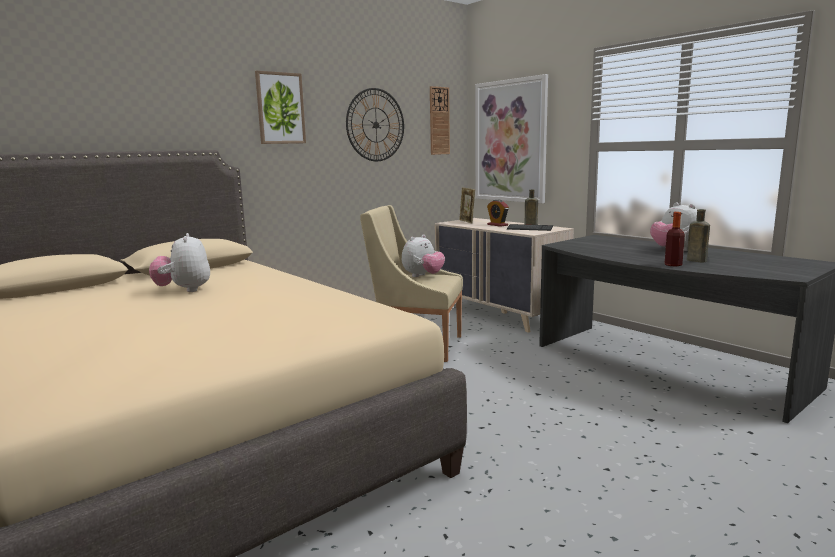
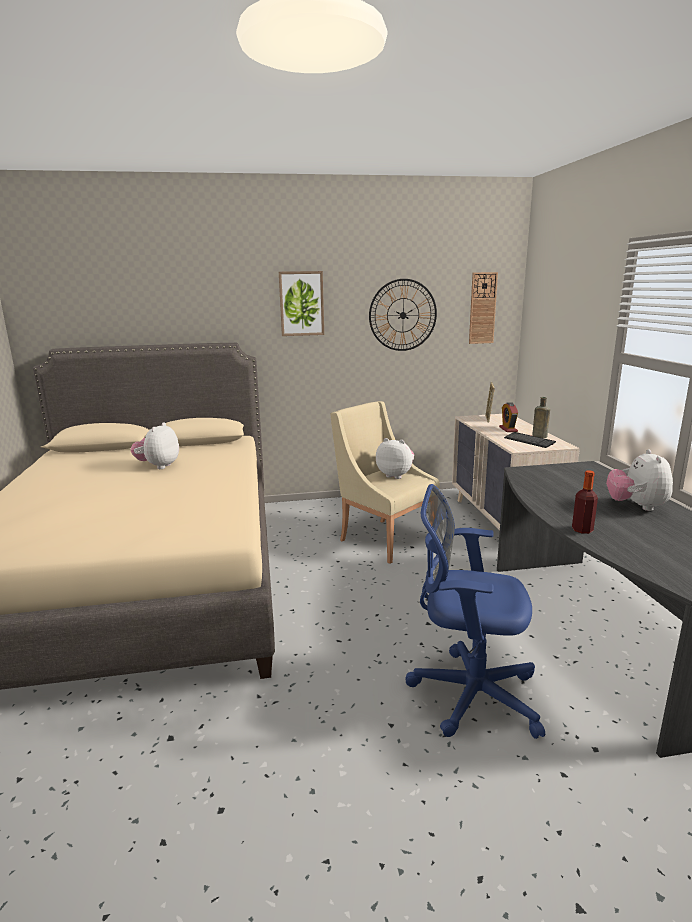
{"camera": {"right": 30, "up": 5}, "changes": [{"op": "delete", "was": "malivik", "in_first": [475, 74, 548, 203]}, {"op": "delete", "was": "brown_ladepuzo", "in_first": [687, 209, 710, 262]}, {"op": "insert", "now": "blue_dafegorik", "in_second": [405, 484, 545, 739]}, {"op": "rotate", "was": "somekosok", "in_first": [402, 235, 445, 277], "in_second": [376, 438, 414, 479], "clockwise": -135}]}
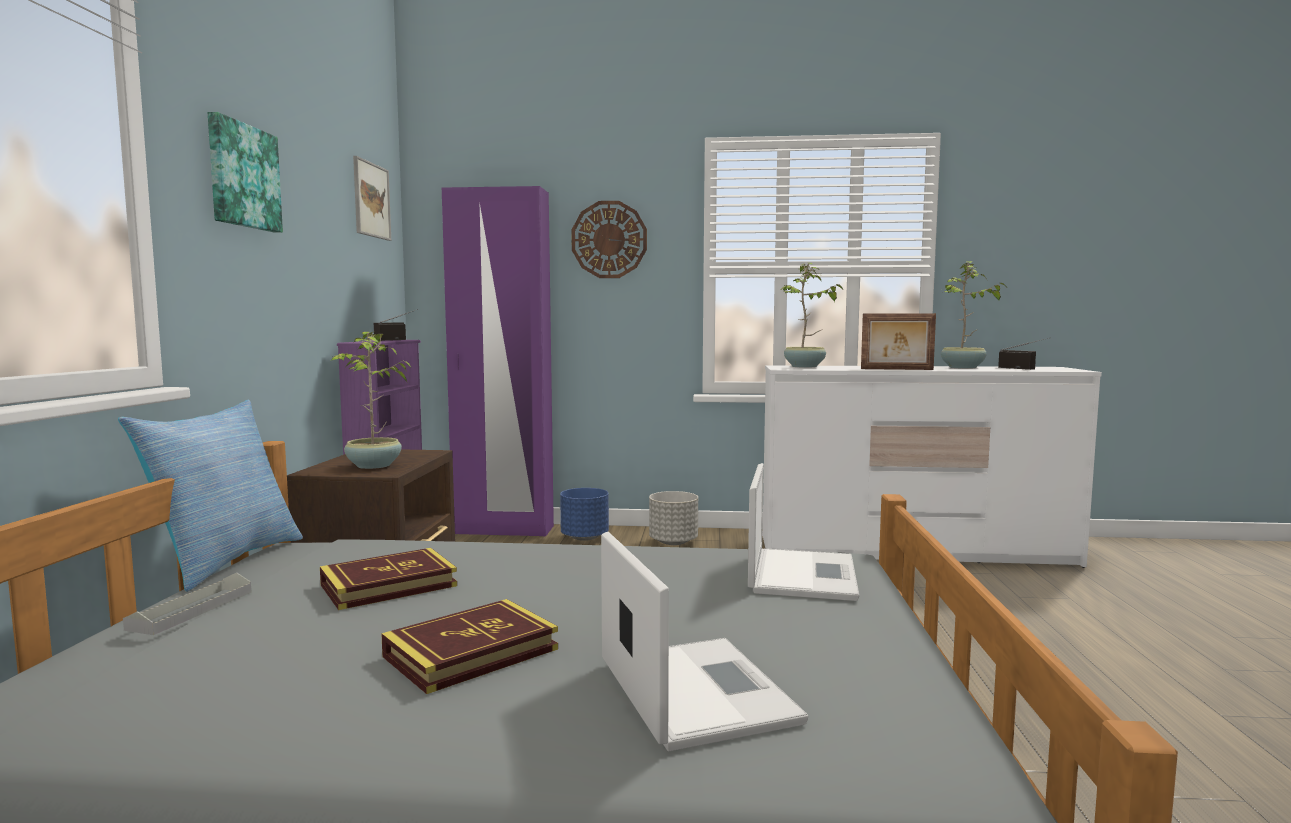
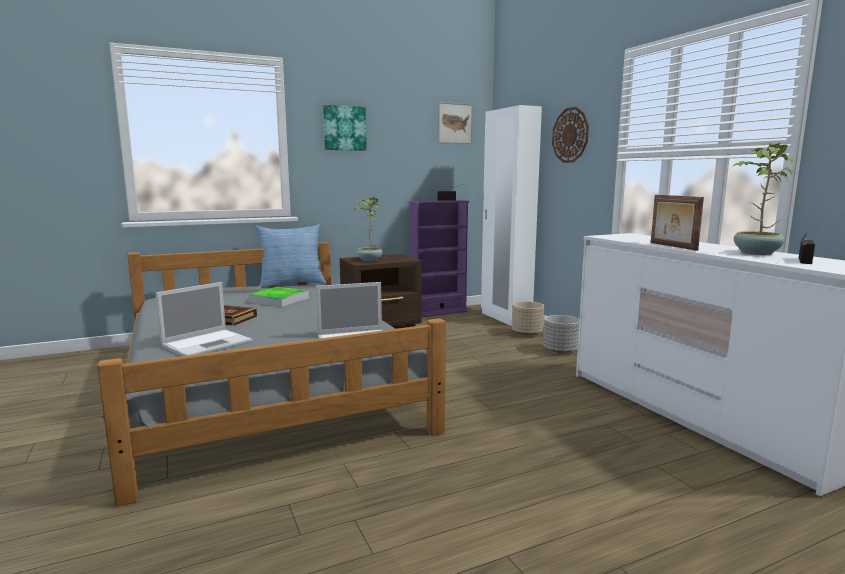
{"camera": {"right": 60, "up": 5}, "changes": [{"op": "delete", "was": "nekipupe", "in_first": [780, 263, 843, 368]}, {"op": "replace", "was": "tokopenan", "now": "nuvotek", "in_first": [320, 548, 457, 610], "in_second": [248, 287, 309, 307]}, {"op": "recolor", "was": "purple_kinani", "now": "white_kinani", "in_first": [442, 186, 554, 537], "in_second": [481, 105, 542, 326]}, {"op": "recolor", "was": "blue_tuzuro", "now": "beige_tuzuro", "in_first": [560, 488, 609, 541], "in_second": [512, 301, 544, 335]}]}
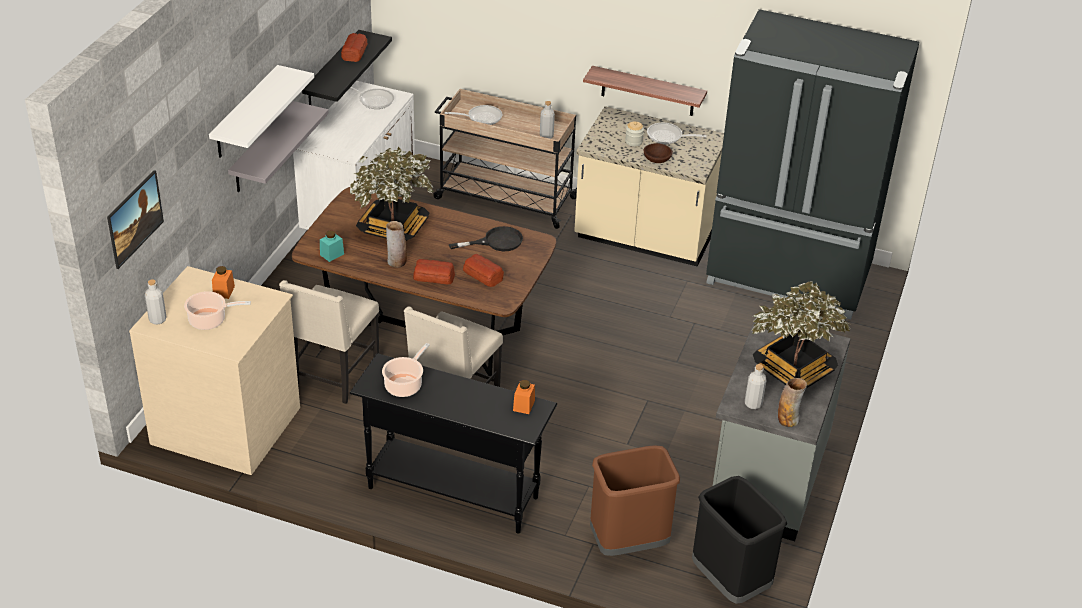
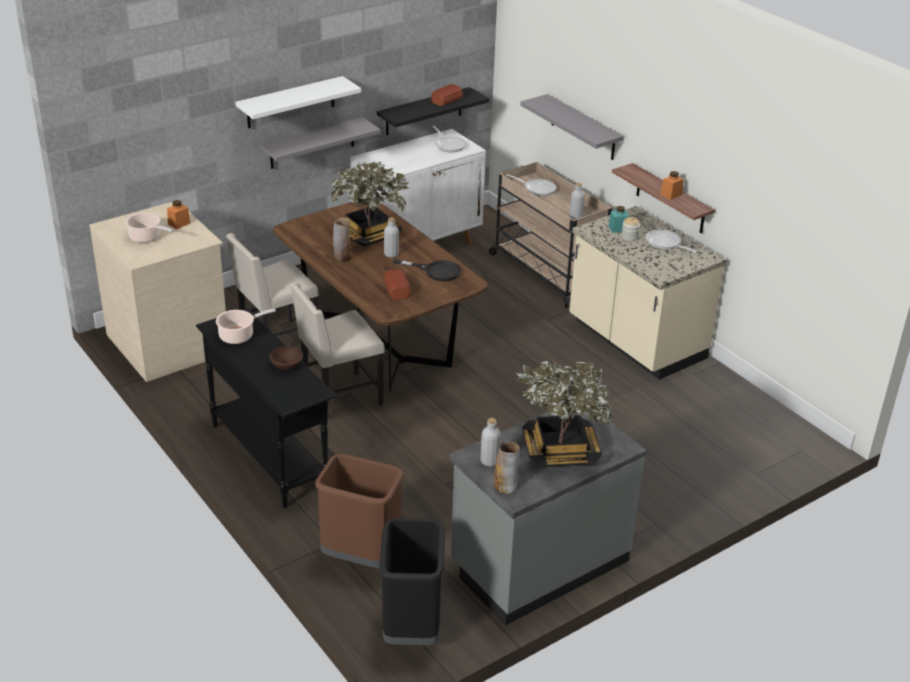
{"camera": {"right": 35, "up": -5}, "changes": [{"op": "delete", "was": "malivik", "in_first": [107, 170, 164, 269]}, {"op": "delete", "was": "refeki", "in_first": [413, 259, 455, 284]}, {"op": "delete", "was": "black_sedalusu", "in_first": [706, 9, 919, 319]}, {"op": "insert", "now": "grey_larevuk", "in_second": [520, 94, 624, 160]}, {"op": "move", "was": "grey_ladepuzo", "in_first": [145, 279, 167, 324], "in_second": [384, 218, 399, 258]}, {"op": "move", "was": "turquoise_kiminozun", "in_first": [320, 230, 344, 262], "in_second": [609, 206, 630, 233]}, {"op": "move", "was": "orange_kiminozun", "in_first": [513, 380, 535, 414], "in_second": [661, 171, 684, 200]}, {"op": "move", "was": "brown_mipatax", "in_first": [643, 143, 673, 163], "in_second": [270, 346, 303, 369]}]}
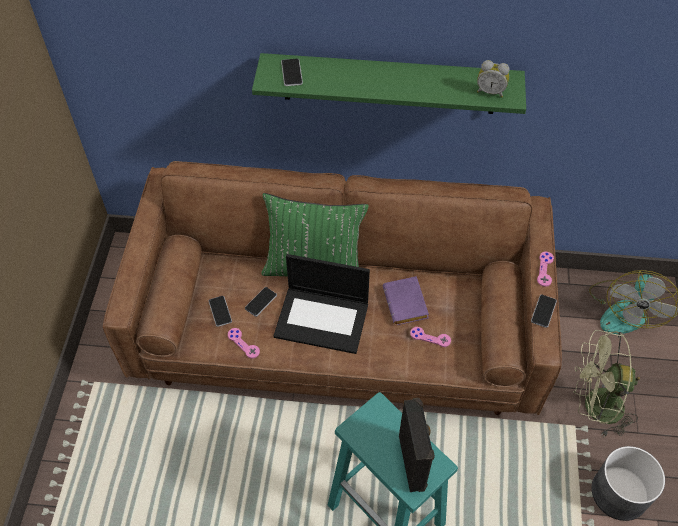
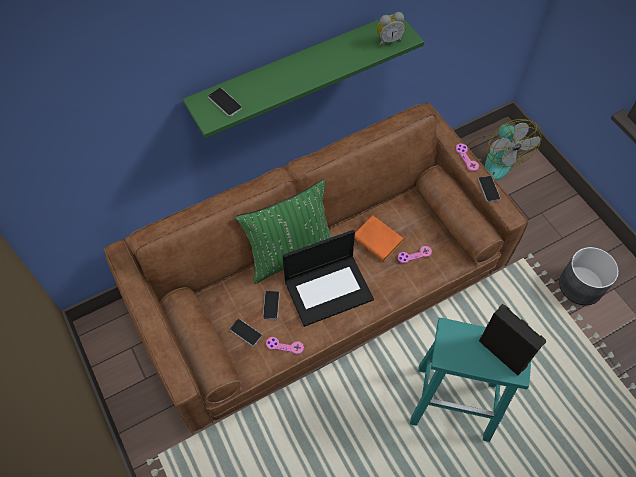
{"camera": {"right": -35, "up": 5}, "changes": [{"op": "delete", "was": "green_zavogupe", "in_first": [573, 330, 640, 436]}, {"op": "recolor", "was": "purple_tokopenan", "now": "orange_tokopenan", "in_first": [383, 276, 429, 325], "in_second": [354, 215, 404, 261]}]}
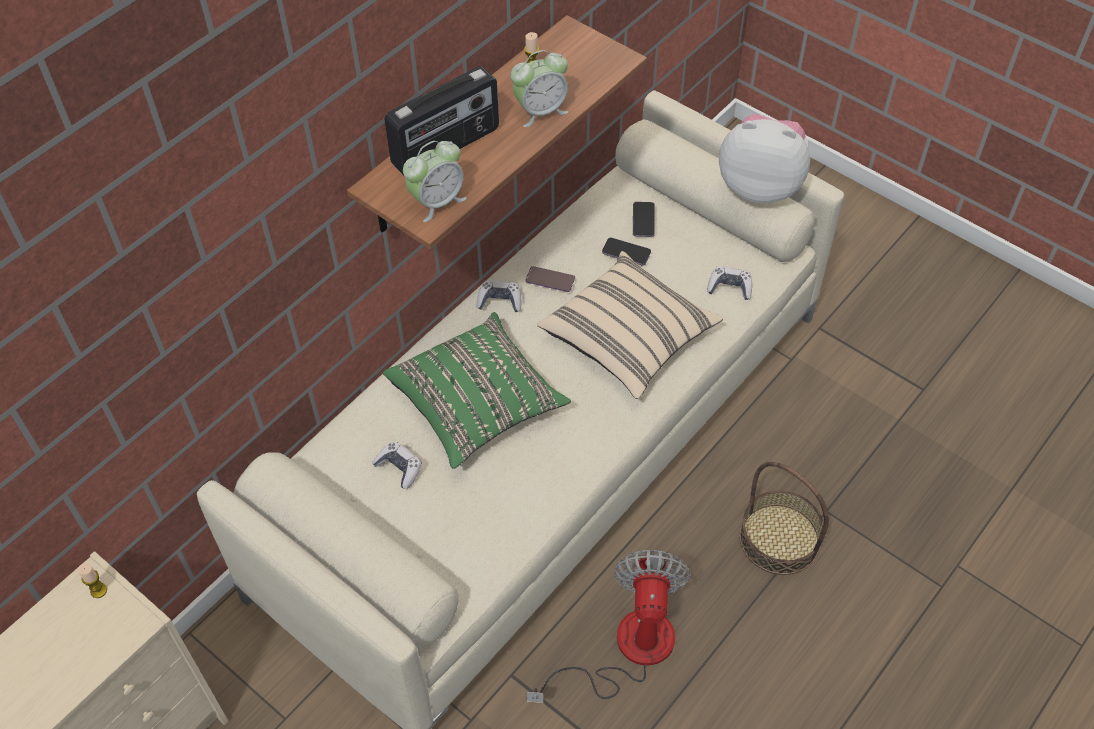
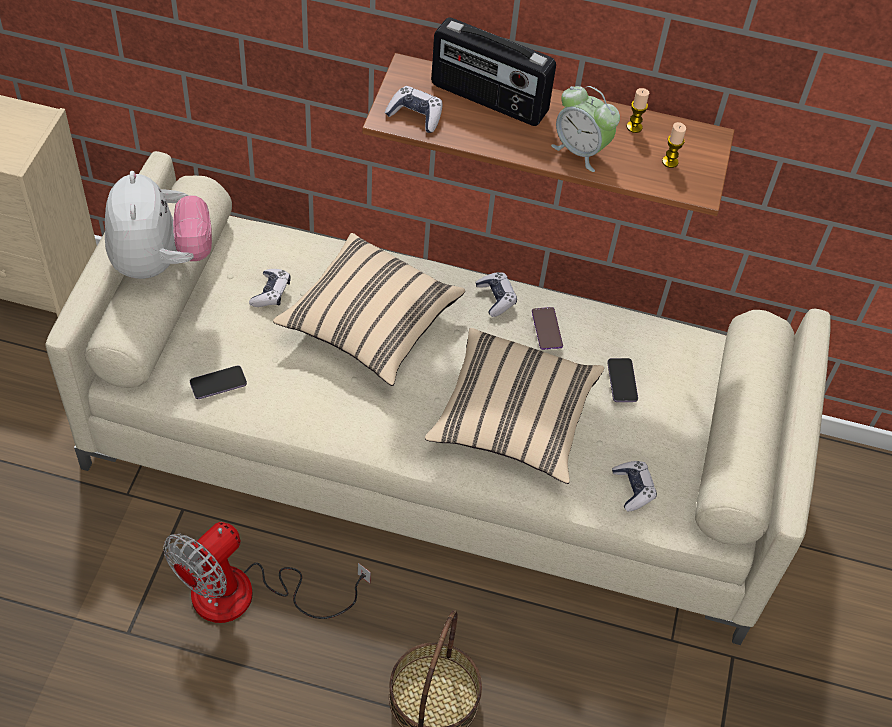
{"camera": {"right": 60, "up": 0}, "changes": [{"op": "move", "was": "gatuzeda", "in_first": [78, 563, 107, 598], "in_second": [662, 122, 686, 168]}, {"op": "move", "was": "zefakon", "in_first": [633, 202, 655, 237], "in_second": [190, 365, 247, 399]}, {"op": "move", "was": "somekosok", "in_first": [719, 114, 810, 203], "in_second": [105, 171, 212, 279]}, {"op": "replace", "was": "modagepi", "now": "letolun", "in_first": [403, 141, 467, 222], "in_second": [384, 86, 443, 133]}, {"op": "recolor", "was": "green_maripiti", "now": "beige_maripiti", "in_first": [383, 312, 571, 469], "in_second": [273, 233, 465, 386]}, {"op": "rotate", "was": "zavogupe", "in_first": [526, 550, 691, 703], "in_second": [163, 522, 371, 623], "clockwise": 150}]}
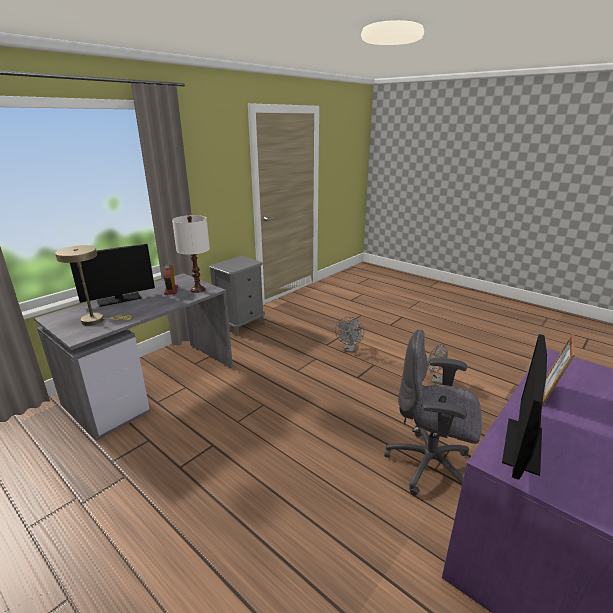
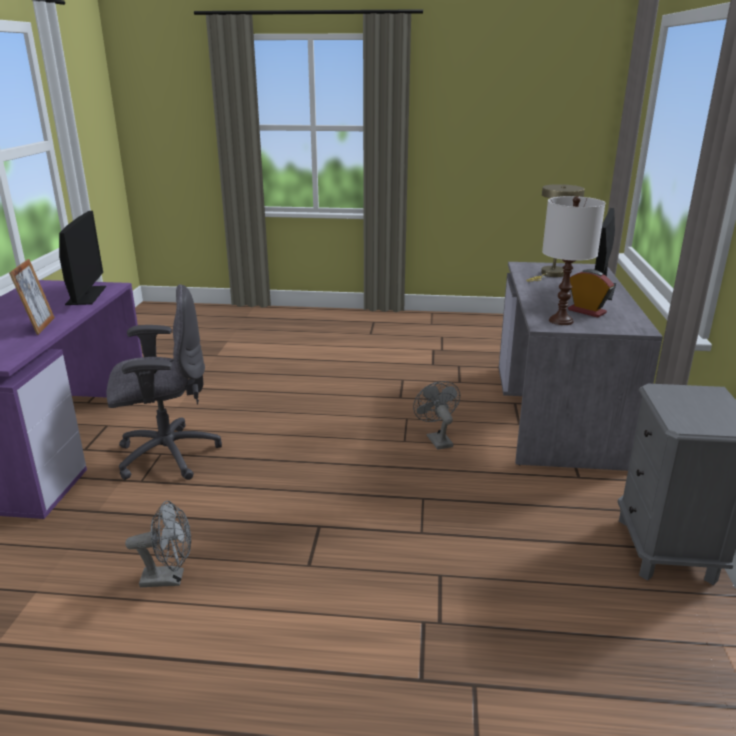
{"camera": {"right": 145, "up": 0}, "changes": [{"op": "move", "was": "grey_zavogupe", "in_first": [335, 317, 364, 352], "in_second": [413, 381, 460, 450]}]}
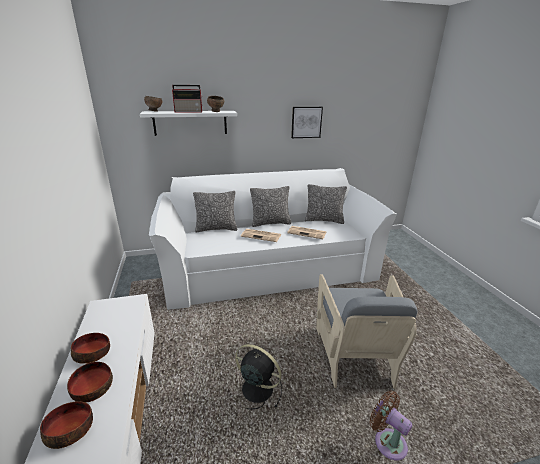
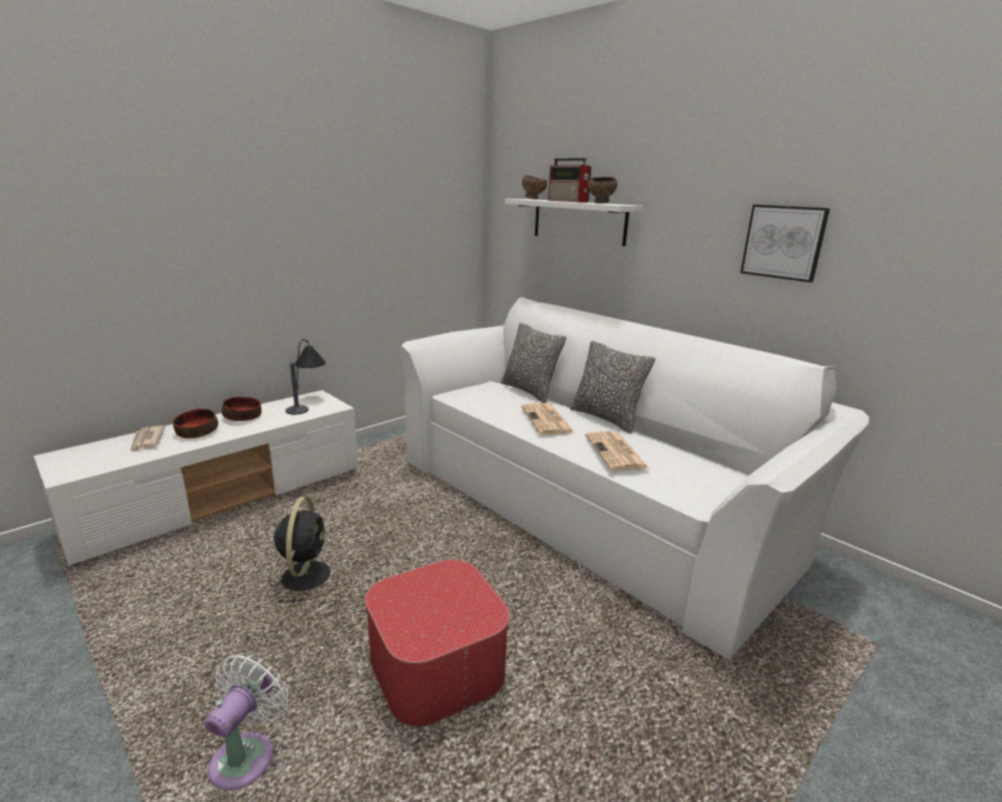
{"camera": {"right": 60, "up": -5}, "changes": [{"op": "delete", "was": "maripiti", "in_first": [305, 184, 347, 224]}, {"op": "insert", "now": "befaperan", "in_second": [285, 339, 326, 415]}, {"op": "replace", "was": "mipatax", "now": "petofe", "in_first": [40, 401, 93, 449], "in_second": [130, 425, 165, 452]}, {"op": "replace", "was": "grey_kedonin", "now": "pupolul", "in_first": [316, 274, 418, 389], "in_second": [365, 559, 510, 727]}, {"op": "recolor", "was": "brown_zavogupe", "now": "white_zavogupe", "in_first": [370, 391, 413, 460], "in_second": [205, 653, 288, 790]}]}
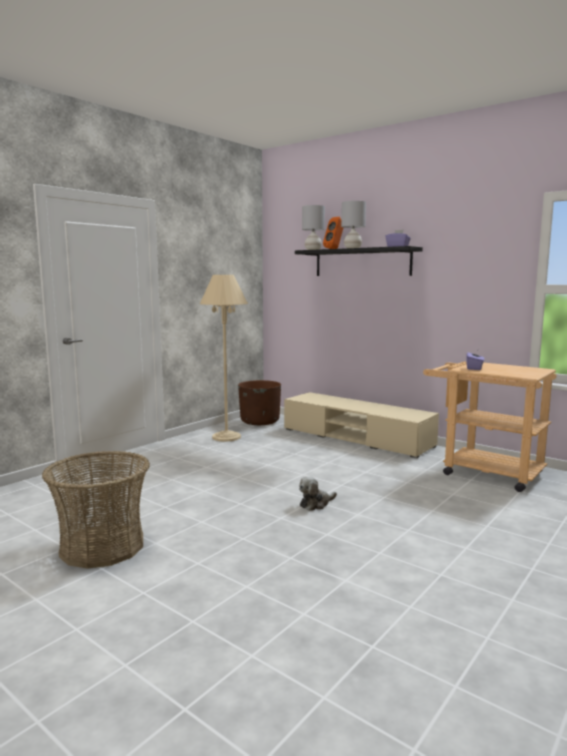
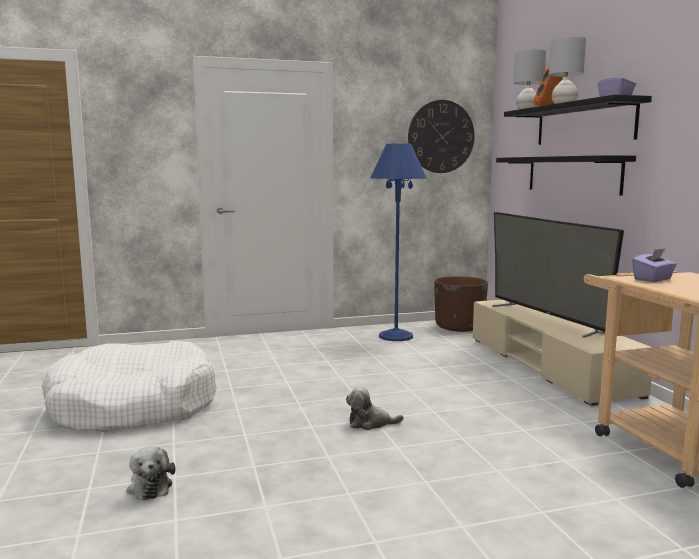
{"camera": {"right": 35, "up": 0}, "changes": [{"op": "insert", "now": "somekosok", "in_second": [126, 446, 176, 500]}, {"op": "insert", "now": "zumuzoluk", "in_second": [408, 100, 475, 173]}, {"op": "insert", "now": "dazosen", "in_second": [493, 212, 624, 338]}, {"op": "insert", "now": "black_larevuk", "in_second": [496, 155, 636, 196]}, {"op": "replace", "was": "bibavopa", "now": "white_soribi", "in_first": [42, 451, 150, 569], "in_second": [42, 341, 216, 432]}, {"op": "recolor", "was": "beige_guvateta", "now": "blue_guvateta", "in_first": [200, 275, 248, 442], "in_second": [370, 144, 427, 341]}]}
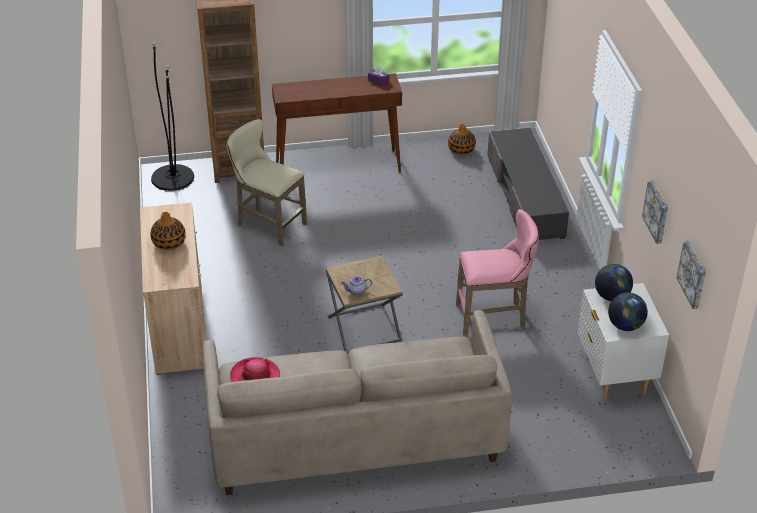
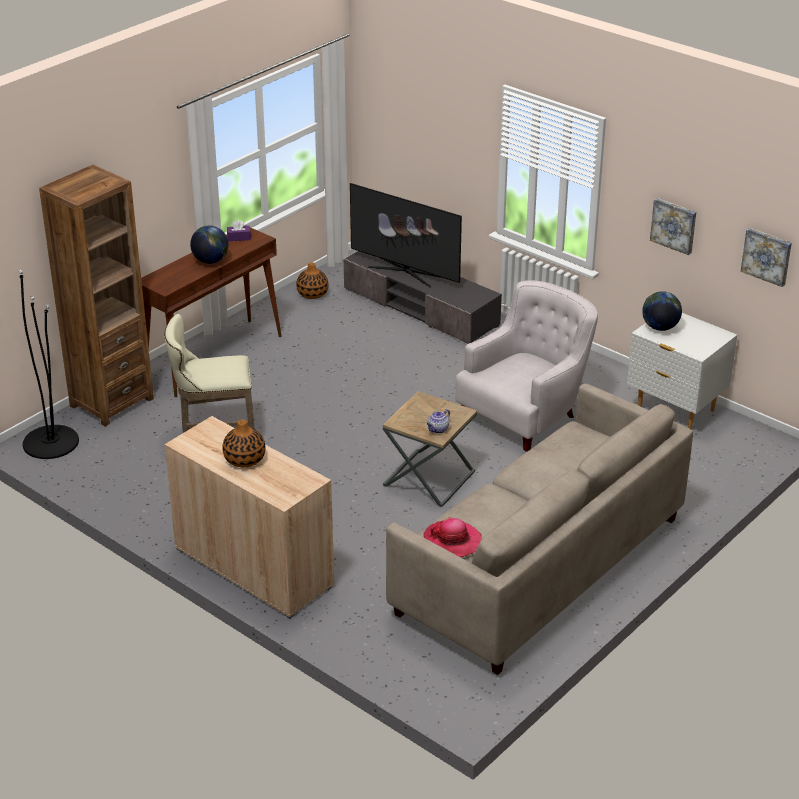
{"camera": {"right": -40, "up": -5}, "changes": [{"op": "insert", "now": "dazosen", "in_second": [350, 183, 462, 287]}, {"op": "move", "was": "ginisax", "in_first": [608, 292, 648, 331], "in_second": [190, 226, 228, 264]}, {"op": "replace", "was": "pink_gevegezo", "now": "white_kedonin", "in_first": [456, 209, 539, 336], "in_second": [455, 280, 598, 452]}]}
